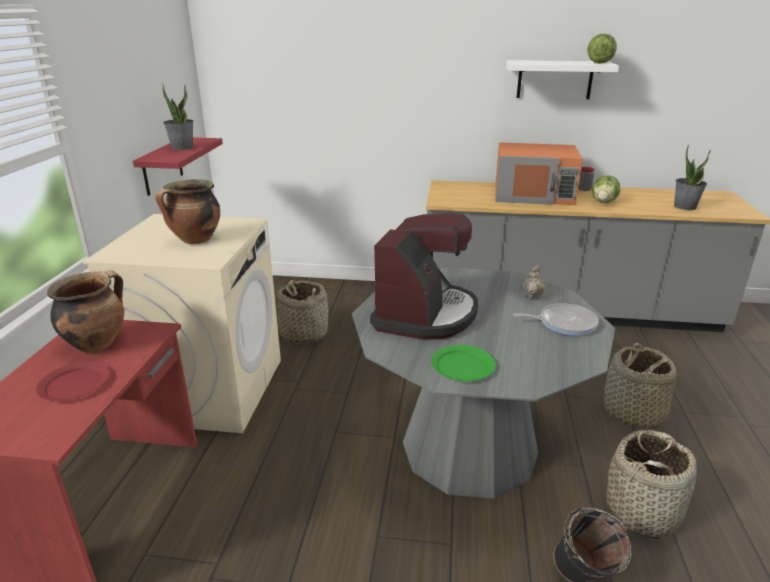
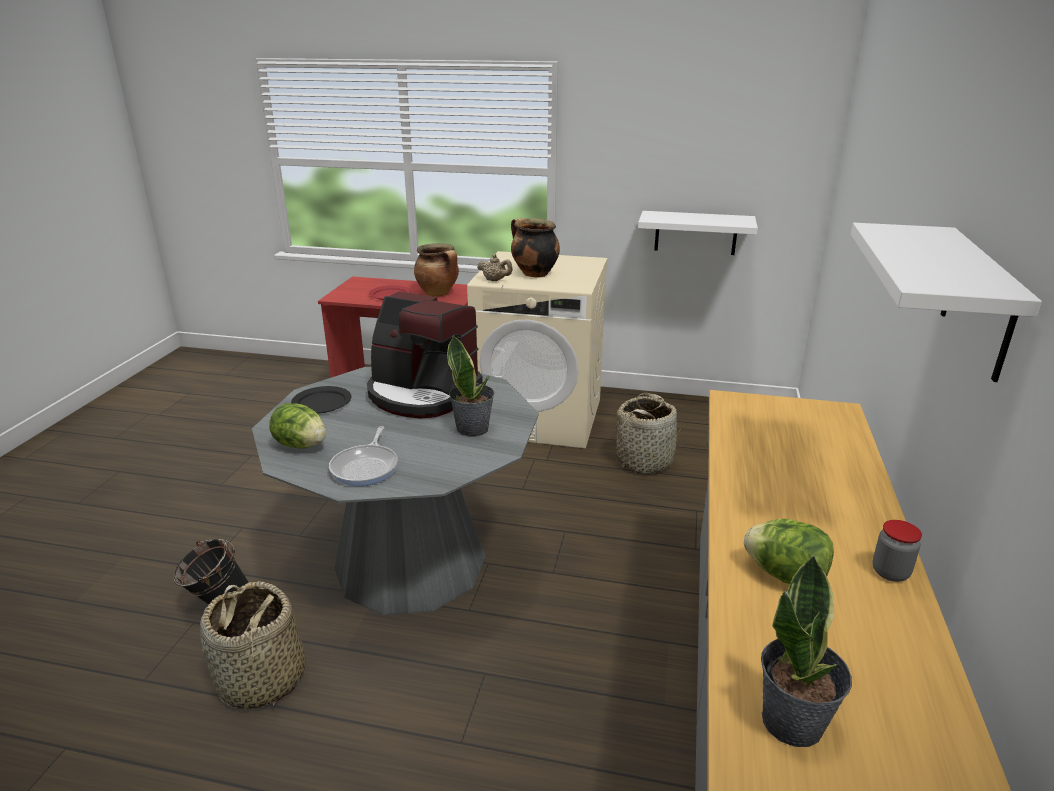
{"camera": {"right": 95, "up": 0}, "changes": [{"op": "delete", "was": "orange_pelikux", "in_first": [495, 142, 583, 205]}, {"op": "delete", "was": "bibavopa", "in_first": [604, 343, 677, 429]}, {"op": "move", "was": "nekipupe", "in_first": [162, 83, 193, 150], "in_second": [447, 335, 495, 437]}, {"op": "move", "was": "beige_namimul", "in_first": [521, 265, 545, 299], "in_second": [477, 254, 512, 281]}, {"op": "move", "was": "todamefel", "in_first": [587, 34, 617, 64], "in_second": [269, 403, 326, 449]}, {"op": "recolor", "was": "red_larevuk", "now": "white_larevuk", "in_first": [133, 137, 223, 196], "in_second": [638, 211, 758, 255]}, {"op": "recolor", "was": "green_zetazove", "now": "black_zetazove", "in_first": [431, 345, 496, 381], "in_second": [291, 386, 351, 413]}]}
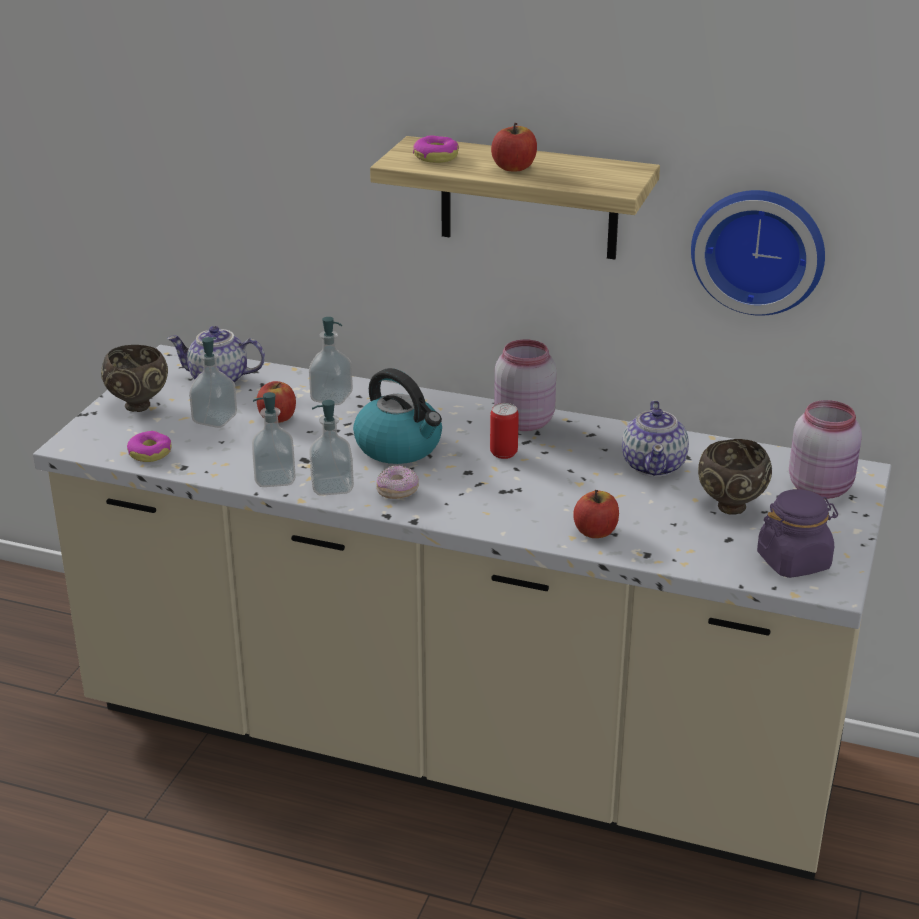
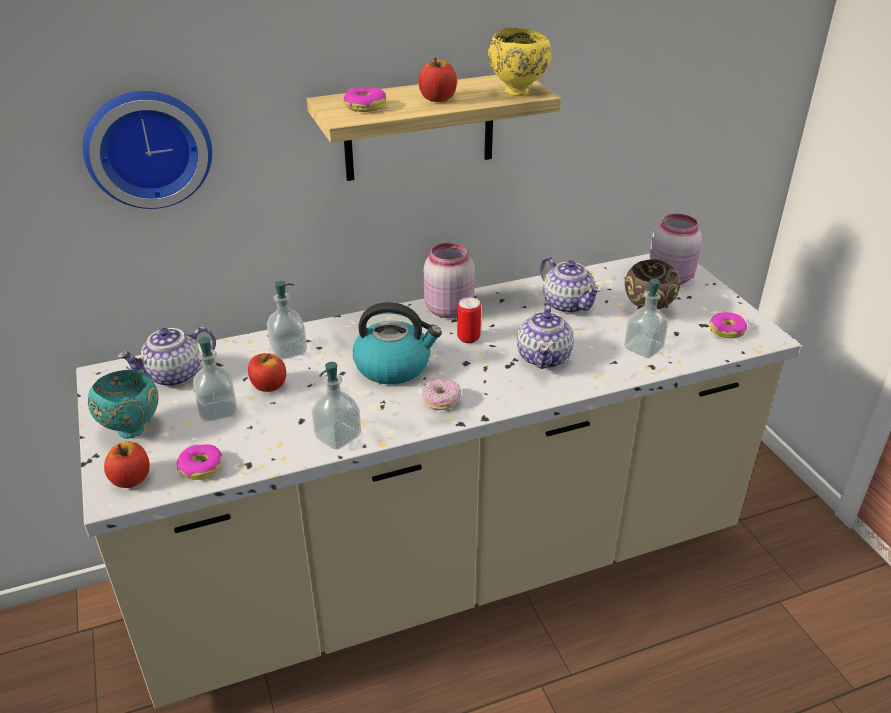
{"camera": {"right": -40, "up": 5}, "changes": [{"op": "insert", "now": "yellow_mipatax", "in_second": [488, 28, 552, 96]}, {"op": "insert", "now": "namimul", "in_second": [517, 302, 574, 369]}, {"op": "move", "was": "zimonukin", "in_first": [309, 400, 354, 496], "in_second": [624, 279, 668, 358]}, {"op": "move", "was": "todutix", "in_first": [573, 490, 619, 538], "in_second": [104, 442, 150, 488]}, {"op": "move", "was": "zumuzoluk", "in_first": [691, 190, 825, 316], "in_second": [83, 91, 212, 209]}, {"op": "replace", "was": "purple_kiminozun", "now": "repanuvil", "in_first": [757, 489, 838, 578], "in_second": [710, 312, 747, 338]}, {"op": "recolor", "was": "brown_mipatax", "now": "turquoise_mipatax", "in_first": [101, 345, 168, 412], "in_second": [88, 369, 158, 439]}]}
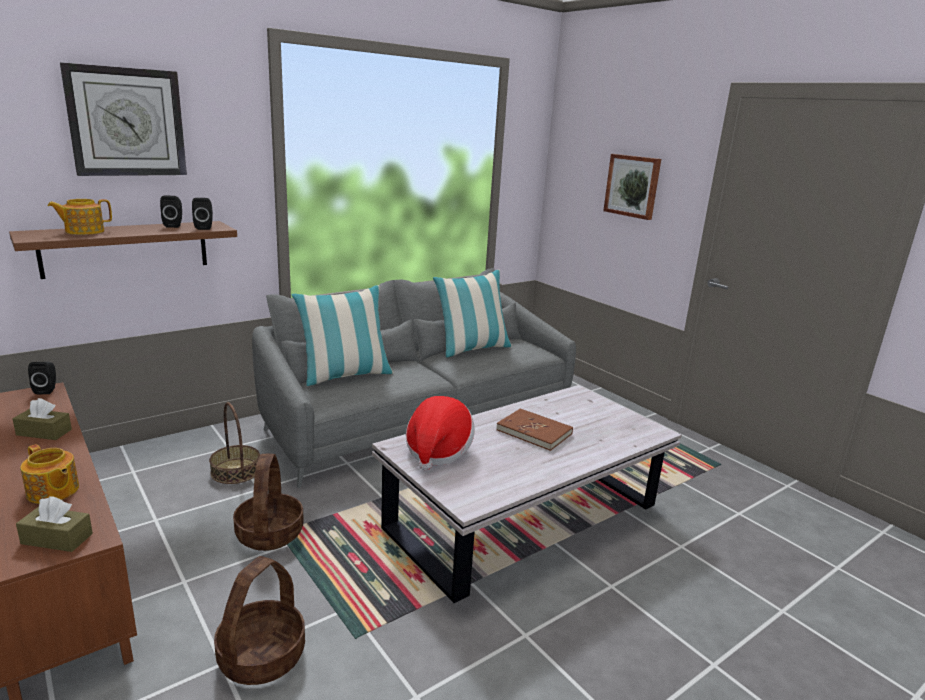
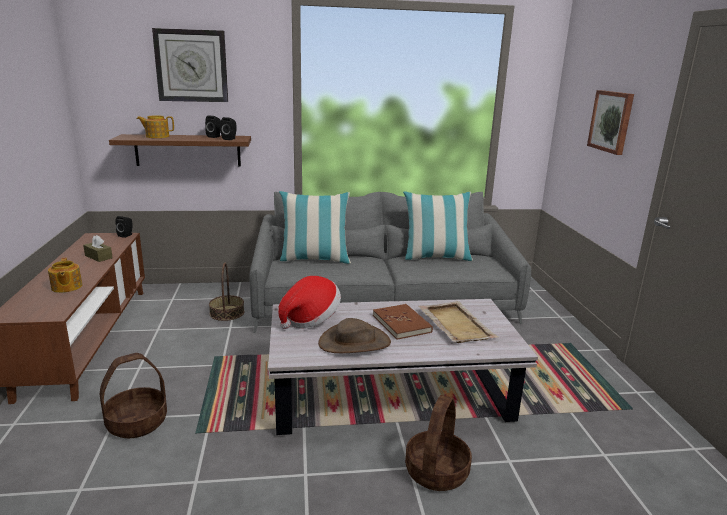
{"camera": {"right": 30, "up": 0}, "changes": [{"op": "delete", "was": "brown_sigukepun", "in_first": [16, 496, 93, 552]}, {"op": "insert", "now": "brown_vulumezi", "in_second": [318, 318, 391, 353]}, {"op": "insert", "now": "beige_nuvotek", "in_second": [418, 301, 499, 343]}, {"op": "move", "was": "bibavopa", "in_first": [233, 453, 304, 551], "in_second": [405, 395, 472, 491]}]}
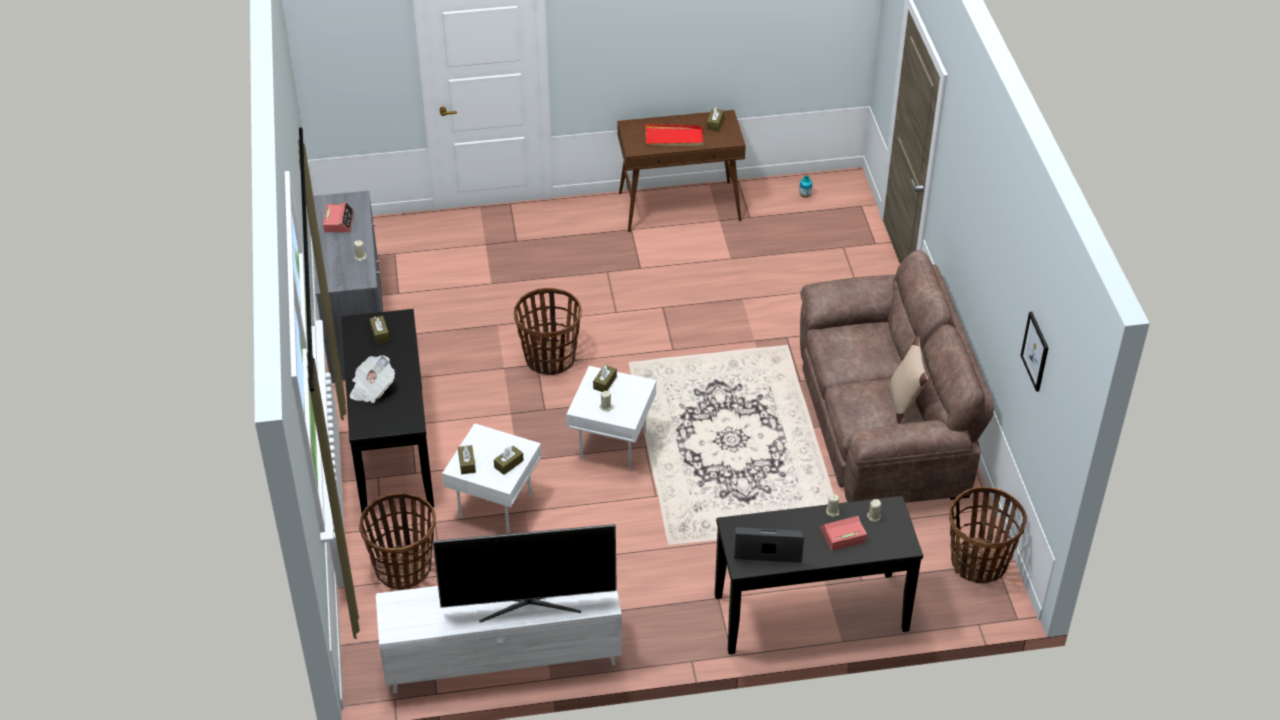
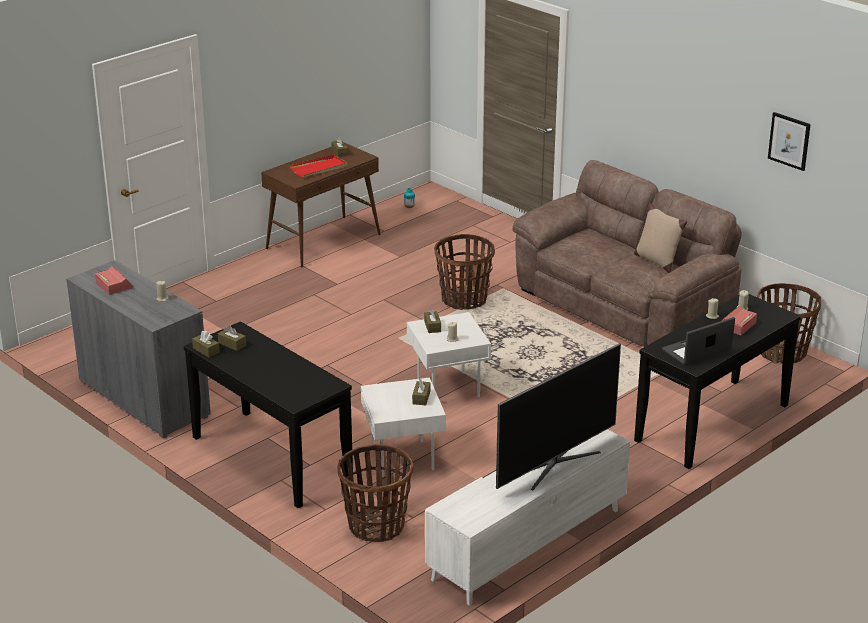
{"camera": {"right": -35, "up": -15}, "changes": [{"op": "delete", "was": "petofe", "in_first": [350, 355, 395, 403]}, {"op": "move", "was": "brown_sigukepun", "in_first": [458, 445, 476, 474], "in_second": [192, 331, 220, 357]}, {"op": "move", "was": "bibavopa", "in_first": [514, 288, 582, 375], "in_second": [434, 234, 495, 310]}]}
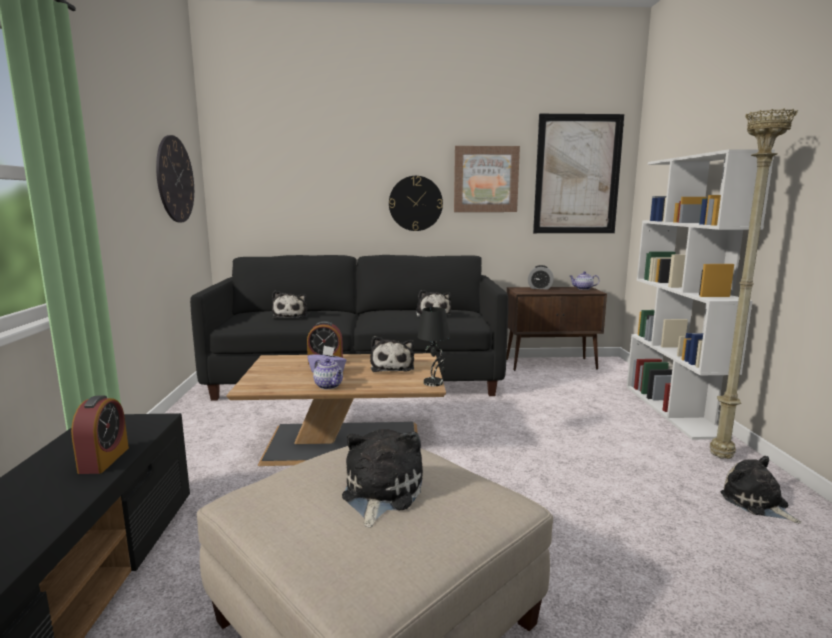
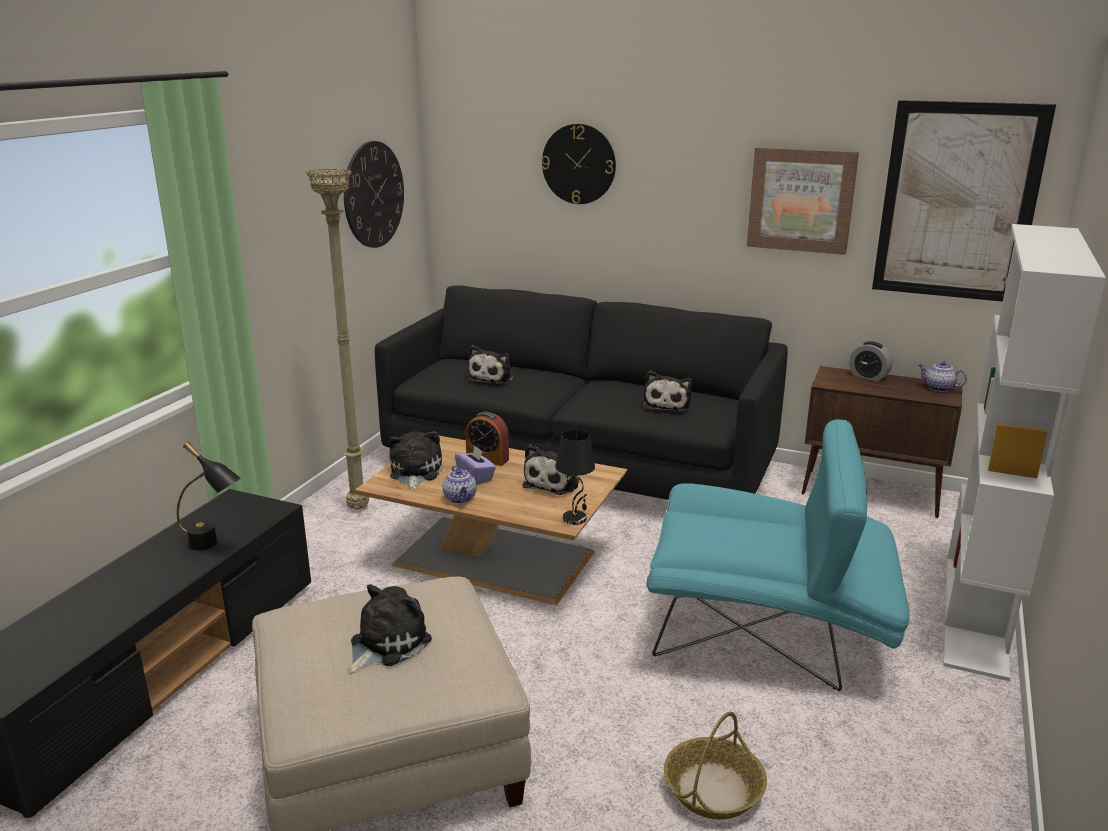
{"camera": {"right": 25, "up": 10}, "changes": [{"op": "insert", "now": "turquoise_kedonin", "in_second": [646, 419, 910, 691]}, {"op": "insert", "now": "bibavopa", "in_second": [664, 711, 767, 820]}, {"op": "move", "was": "zumuzoluk", "in_first": [389, 176, 443, 231], "in_second": [541, 124, 616, 204]}, {"op": "move", "was": "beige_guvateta", "in_first": [710, 108, 798, 459], "in_second": [306, 168, 369, 510]}, {"op": "move", "was": "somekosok", "in_first": [720, 456, 802, 523], "in_second": [389, 431, 442, 490]}, {"op": "replace", "was": "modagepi", "now": "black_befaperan", "in_first": [71, 396, 129, 474], "in_second": [177, 442, 242, 551]}]}
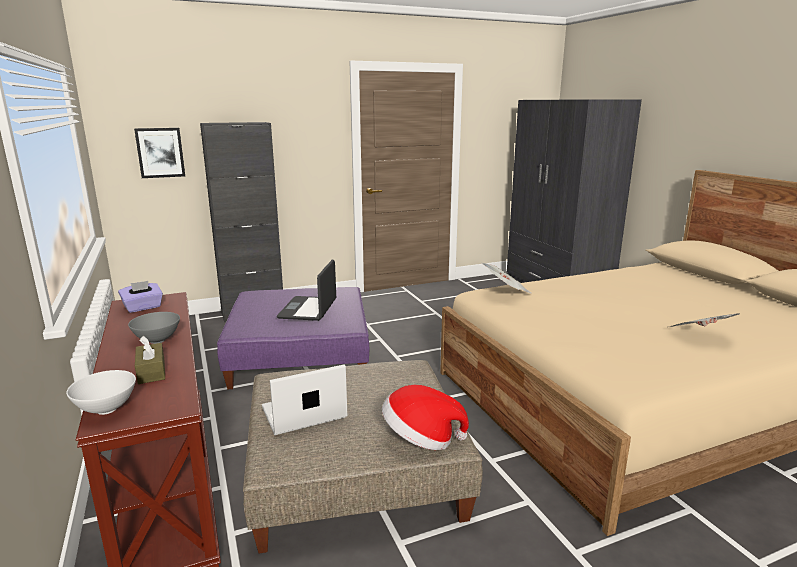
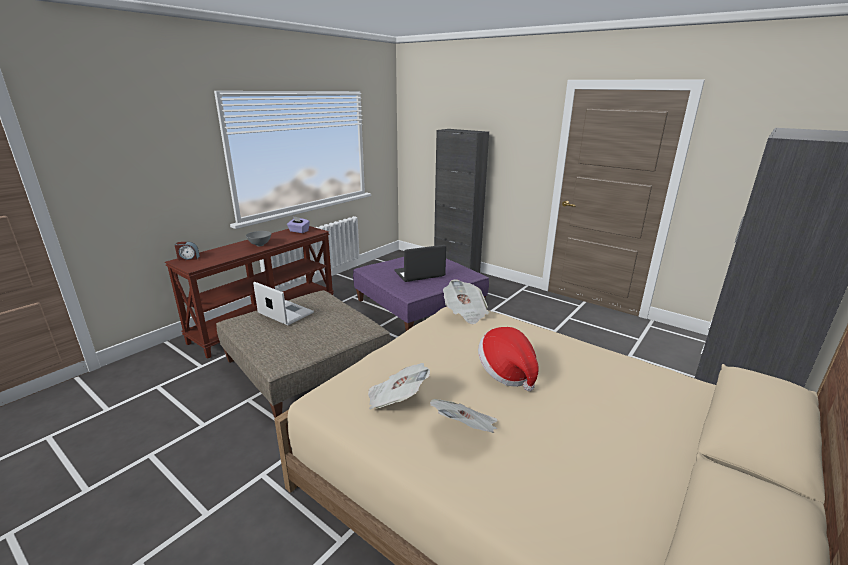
{"camera": {"right": 60, "up": 5}, "changes": [{"op": "delete", "was": "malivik", "in_first": [134, 128, 185, 178]}, {"op": "delete", "was": "brown_sigukepun", "in_first": [135, 336, 165, 384]}, {"op": "insert", "now": "petofe", "in_second": [368, 363, 430, 410]}, {"op": "move", "was": "vulumezi", "in_first": [382, 385, 469, 450], "in_second": [478, 327, 539, 391]}, {"op": "replace", "was": "white_mipatax", "now": "modagepi", "in_first": [66, 370, 136, 415], "in_second": [175, 242, 200, 260]}]}
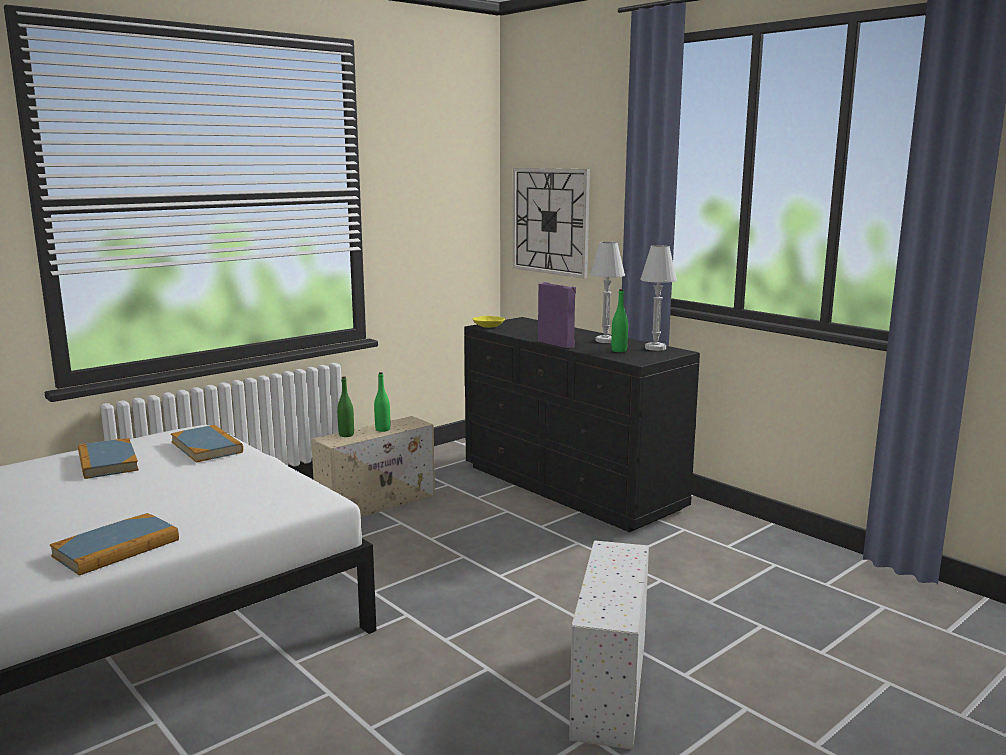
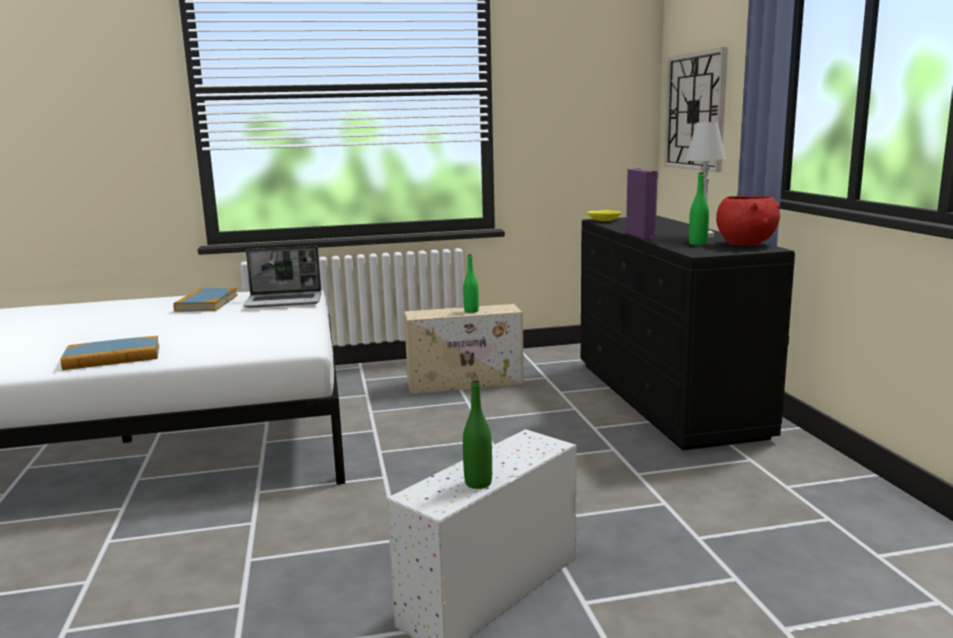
{"camera": {"right": 30, "up": 0}, "changes": [{"op": "move", "was": "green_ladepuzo", "in_first": [337, 376, 354, 437], "in_second": [463, 379, 492, 489]}, {"op": "replace", "was": "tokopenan", "now": "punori", "in_first": [171, 425, 243, 463], "in_second": [243, 246, 321, 308]}, {"op": "replace", "was": "white_befaperan", "now": "red_mipatax", "in_first": [640, 245, 677, 351], "in_second": [716, 196, 780, 245]}]}
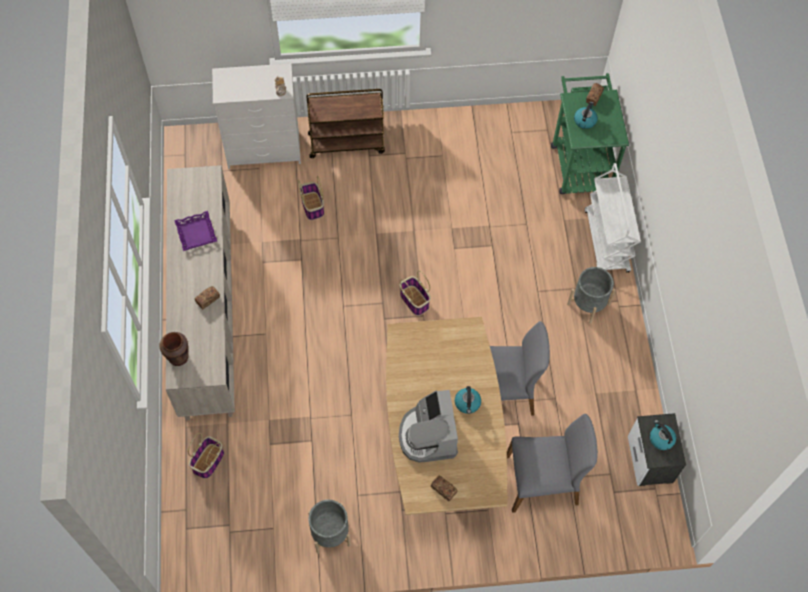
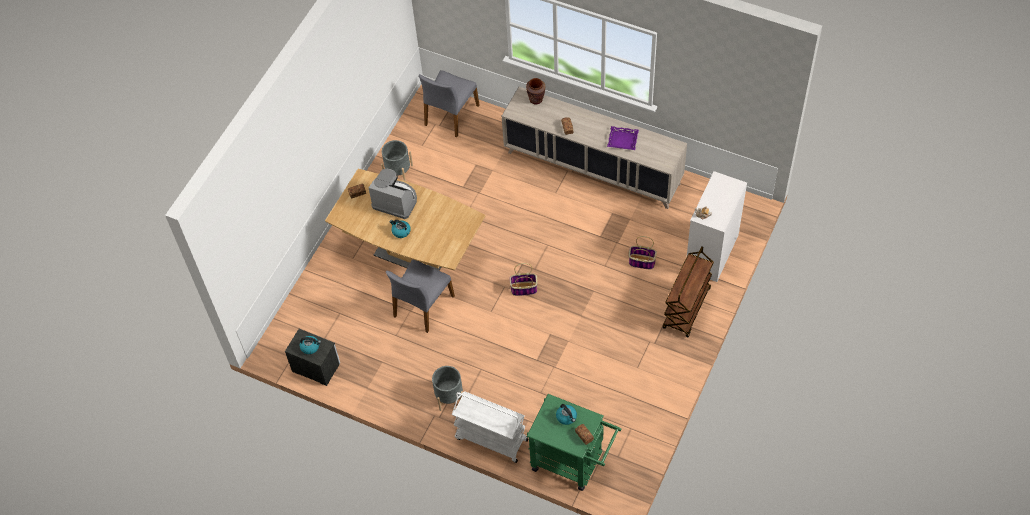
{"camera": {"right": 125, "up": -5}, "changes": [{"op": "delete", "was": "bibavopa", "in_first": [188, 433, 224, 479]}, {"op": "move", "was": "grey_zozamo", "in_first": [507, 414, 598, 513], "in_second": [419, 70, 479, 137]}]}
